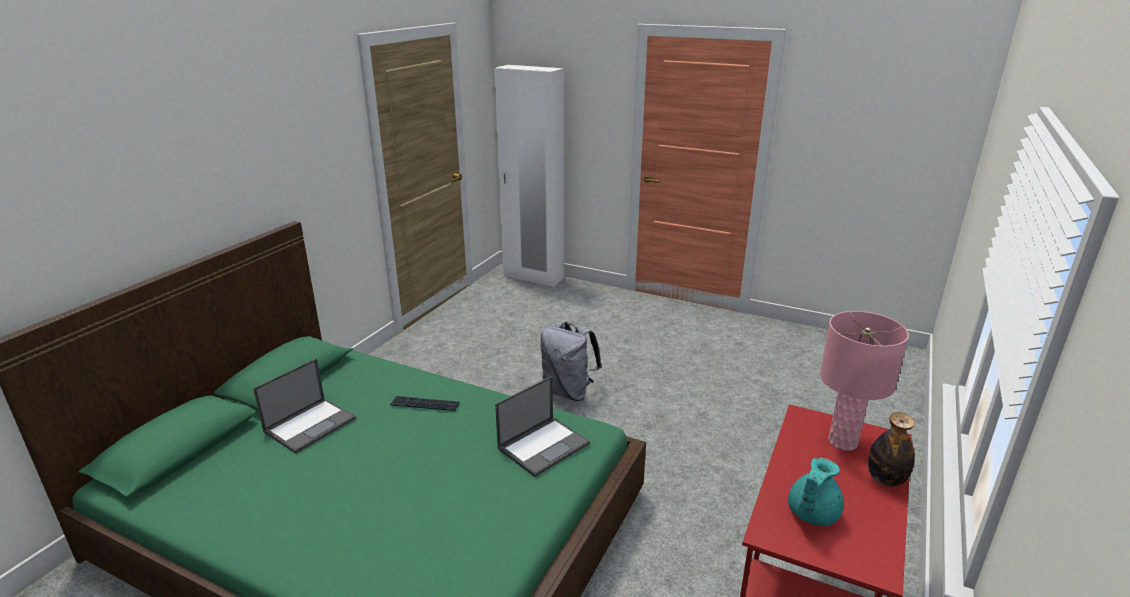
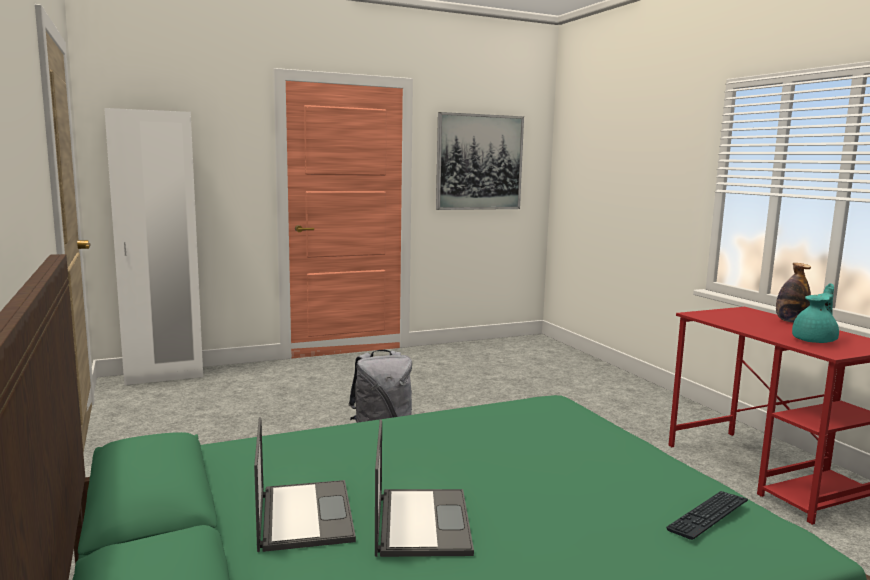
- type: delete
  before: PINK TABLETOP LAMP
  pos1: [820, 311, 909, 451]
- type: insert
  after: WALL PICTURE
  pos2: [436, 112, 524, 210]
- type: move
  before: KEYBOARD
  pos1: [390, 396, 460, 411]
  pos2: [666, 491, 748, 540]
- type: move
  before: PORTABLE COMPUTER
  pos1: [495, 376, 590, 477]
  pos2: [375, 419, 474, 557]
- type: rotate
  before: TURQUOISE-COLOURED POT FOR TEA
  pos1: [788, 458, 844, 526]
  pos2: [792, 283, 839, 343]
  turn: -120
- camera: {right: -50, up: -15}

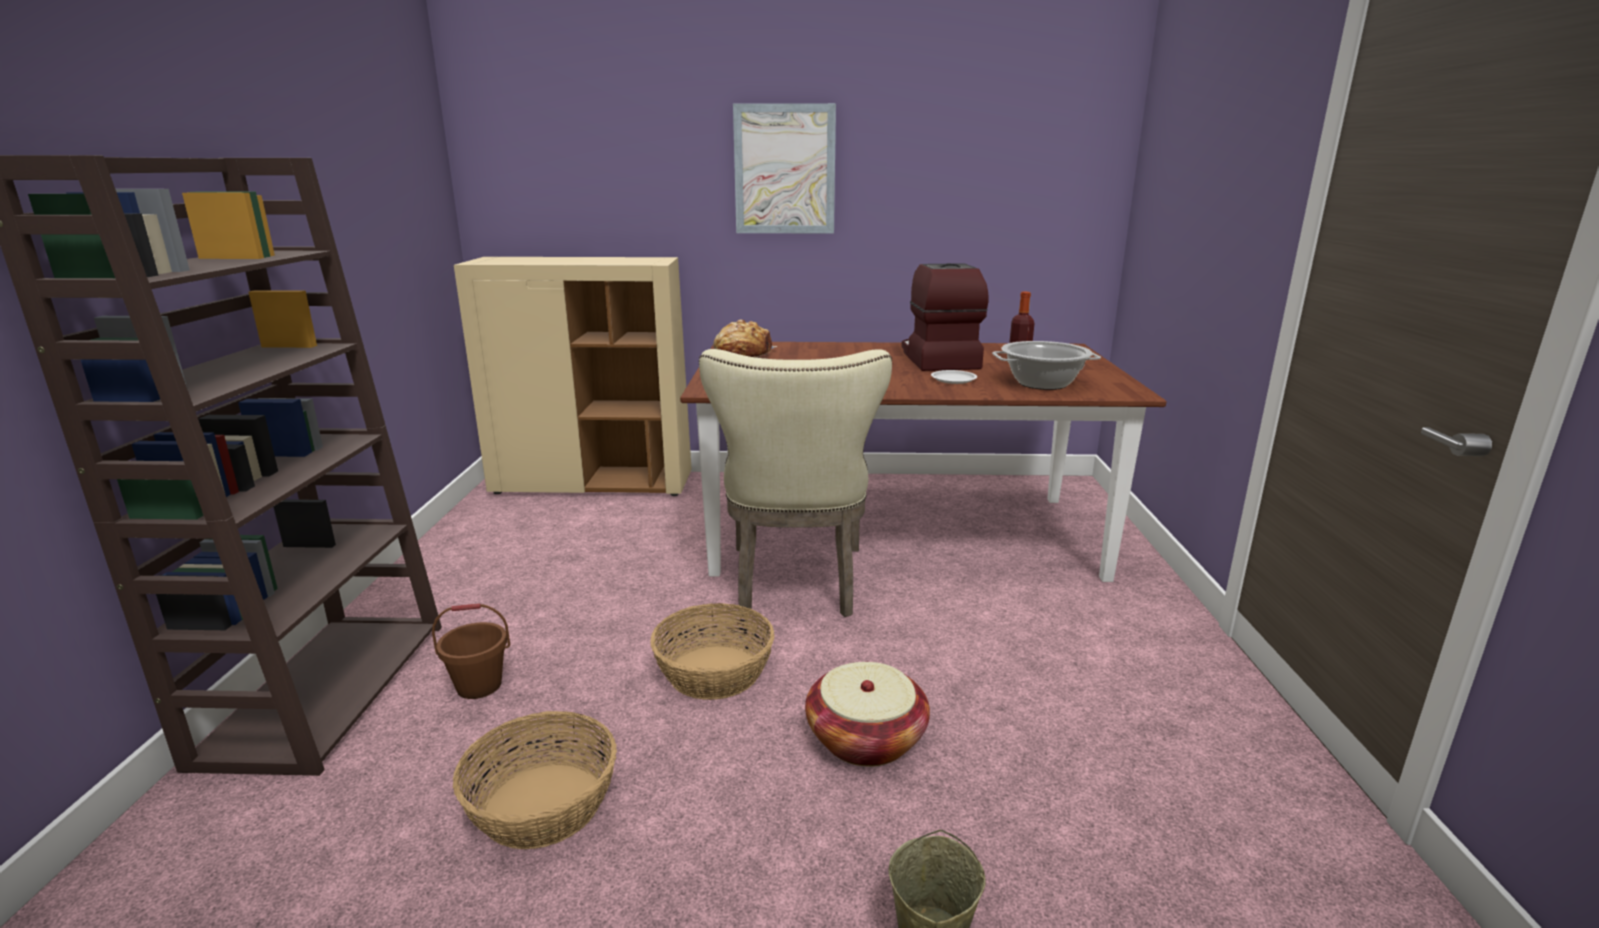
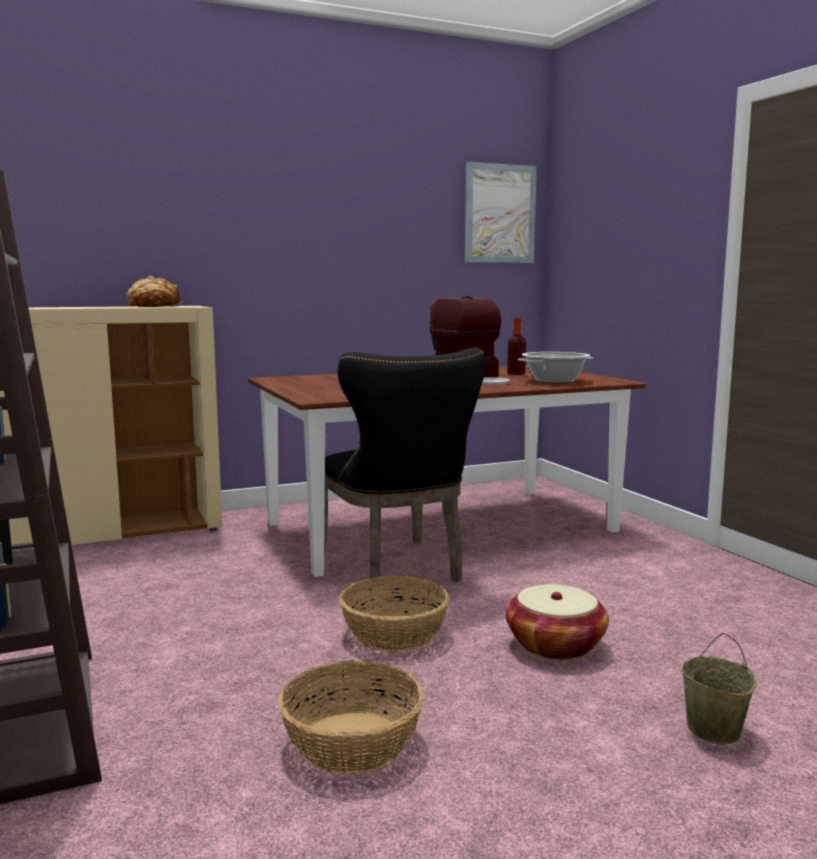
- type: delete
  before: BROWN-COLOURED PAIL
  pos1: [432, 603, 510, 699]
- type: move
  before: BREAD
  pos1: [713, 320, 777, 358]
  pos2: [126, 276, 181, 307]
- type: move
  before: WALL PICTURE
  pos1: [733, 103, 836, 233]
  pos2: [465, 162, 537, 263]
- type: recolor
  before: BEIGE UPRIGHT CHAIR
  after: BLACKISH UPRIGHT CHAIR
  pos1: [699, 349, 892, 617]
  pos2: [324, 348, 486, 595]
- camera: {right: -25, up: -10}

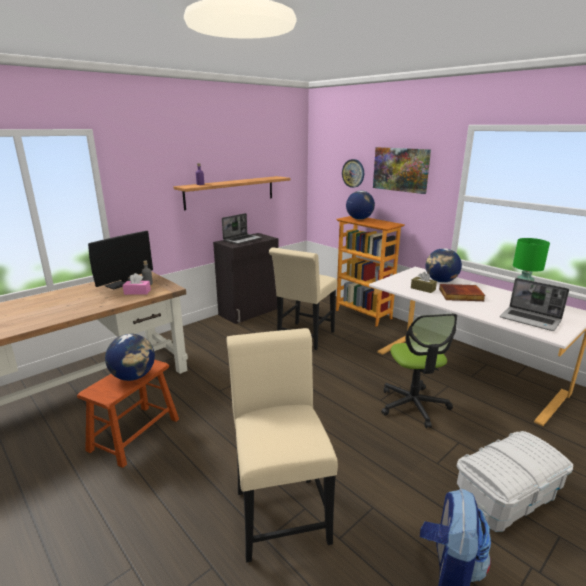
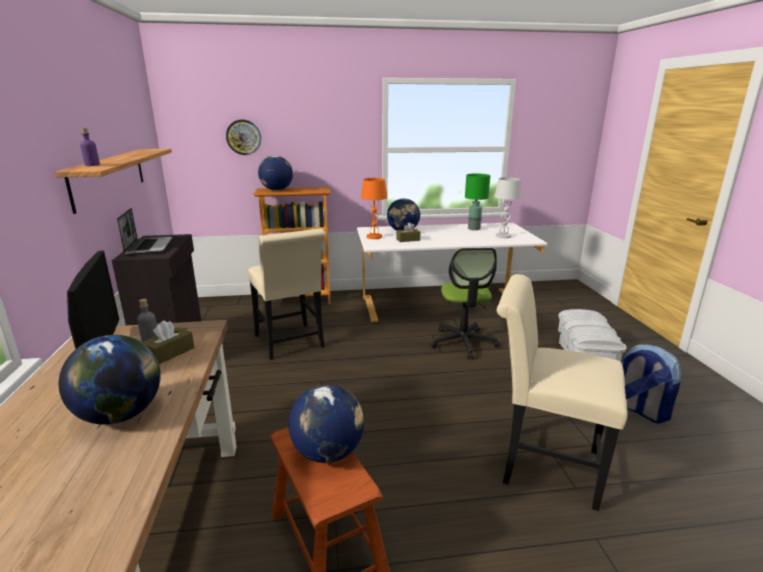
- type: delete
  before: WALL PICTURE
  pos1: [373, 147, 431, 194]
- type: delete
  before: BOUND BOOK
  pos1: [439, 284, 486, 301]
- type: insert
  after: WORLD GLOBE
  pos2: [59, 335, 161, 425]
- type: insert
  after: ORANGEY TABLETOP LAMP
  pos2: [361, 178, 387, 239]
- type: replace
  before: PORTABLE COMPUTER
  after: WHITISH TABLETOP LAMP
  pos1: [500, 278, 569, 331]
  pos2: [494, 177, 521, 238]
- type: recolor
  before: PINK TISSUE HOLDER
  after: BROWN-COLOURED TISSUE HOLDER
  pos1: [123, 273, 151, 295]
  pos2: [143, 320, 194, 364]
- type: rotate
  before: DESK CHAIR
  pos1: [381, 314, 457, 428]
  pos2: [430, 248, 500, 359]
  turn: 60
- camera: {right: -55, up: 0}

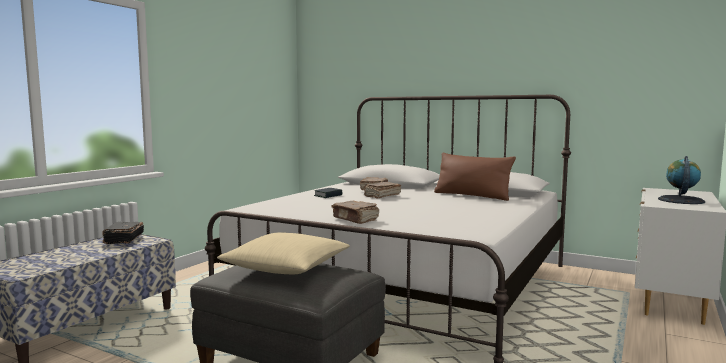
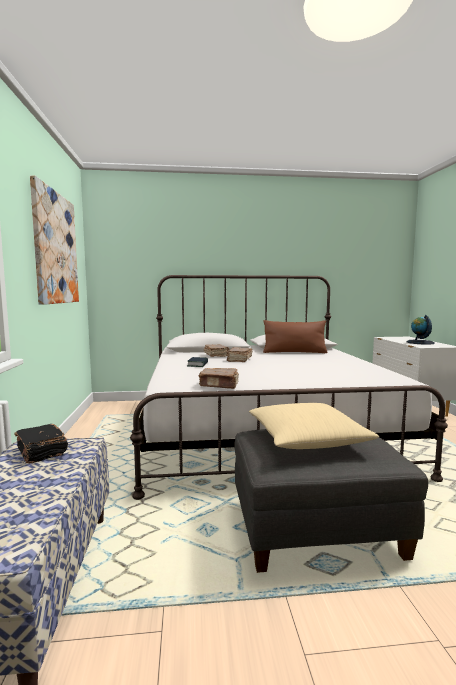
- type: insert
  after: WALL PICTURE
  pos2: [30, 175, 79, 305]
- type: move
  before: BROWN-COLOURED BOUND BOOK
  pos1: [332, 201, 379, 224]
  pos2: [198, 368, 239, 389]
- camera: {right: -35, up: 0}

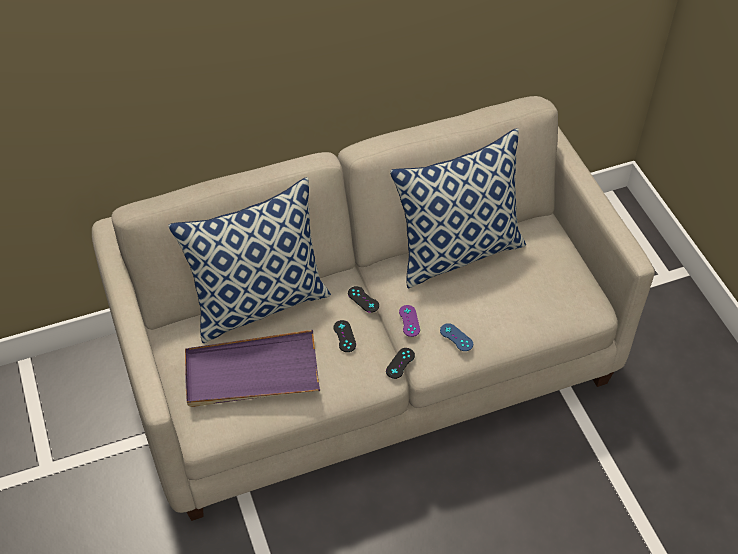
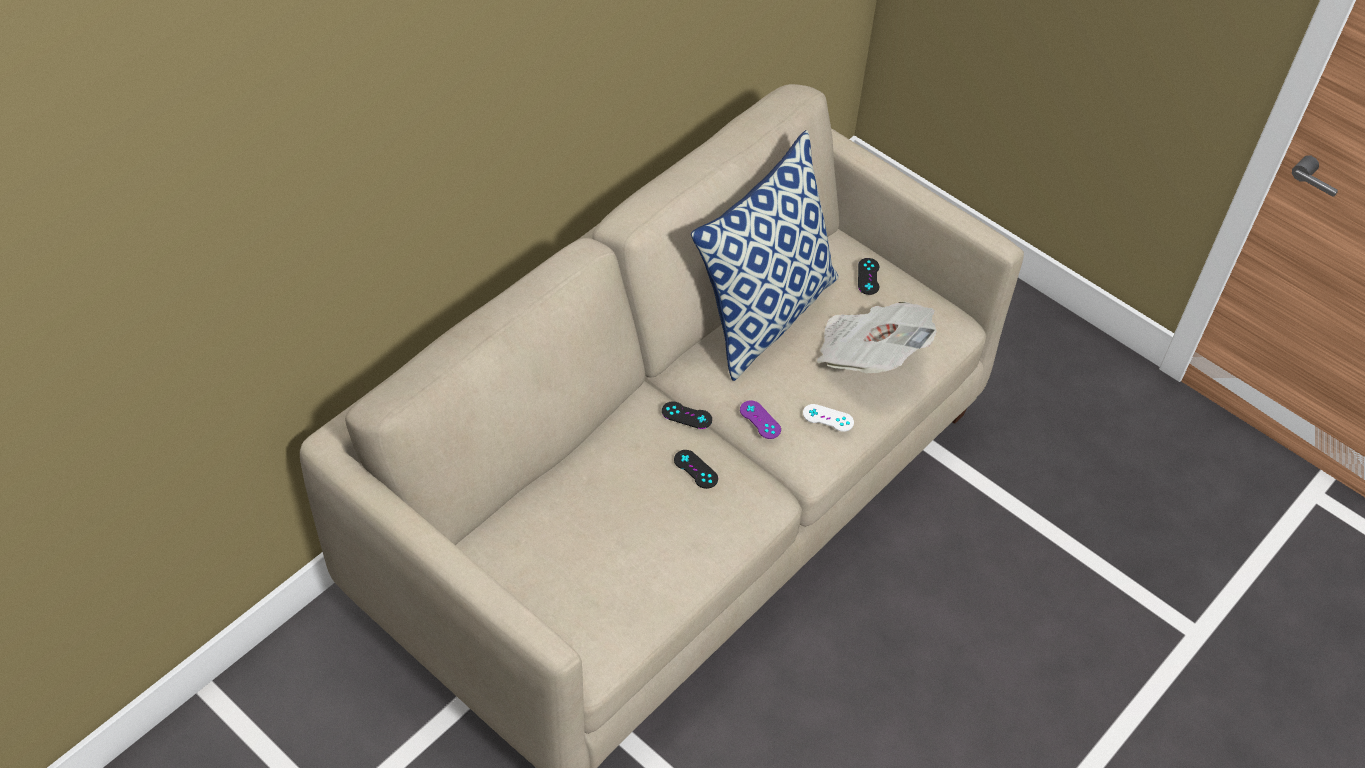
- type: delete
  before: CUSHION
  pos1: [168, 177, 331, 343]
- type: delete
  before: PURPLE-COLOURED CARRYING TRAY
  pos1: [185, 330, 320, 407]
- type: insert
  after: NEWSPAPER
  pos2: [817, 301, 937, 374]
- type: move
  before: BLACKISH JOYPAD
  pos1: [386, 348, 415, 379]
  pos2: [858, 258, 879, 295]
- type: recolor
  before: BLUE JOYPAD
  after: WHITISH JOYPAD
  pos1: [440, 323, 473, 351]
  pos2: [803, 404, 854, 432]
- camera: {right: -30, up: 0}

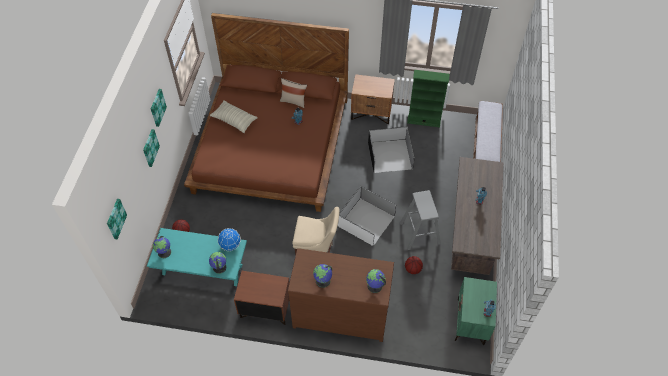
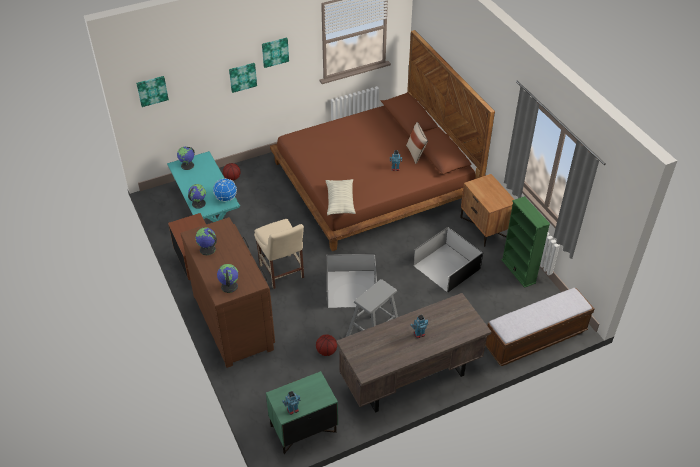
- type: move
  before: CUSHION
  pos1: [210, 100, 258, 133]
  pos2: [326, 179, 356, 215]
- camera: {right: 55, up: -10}

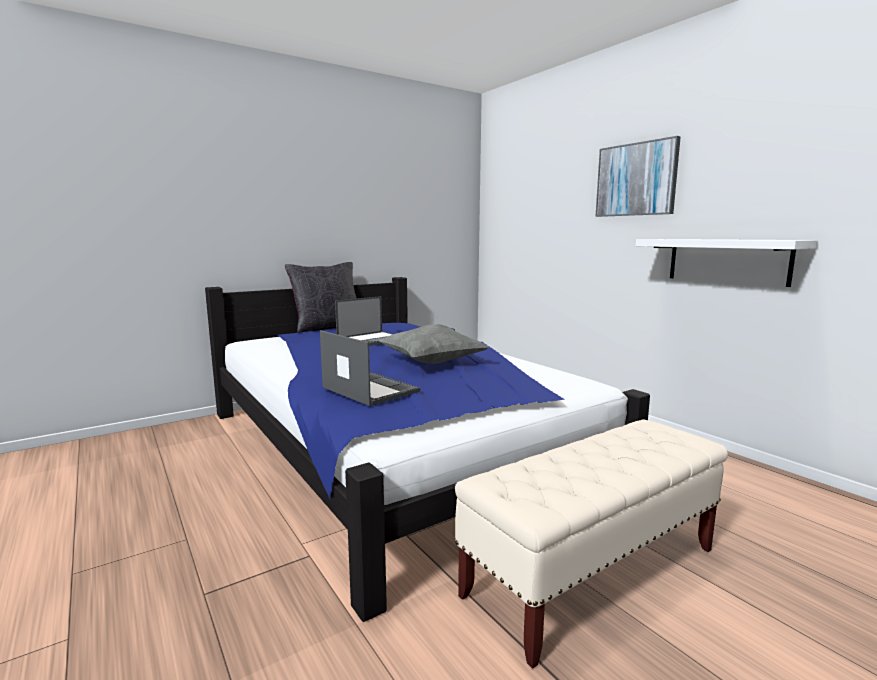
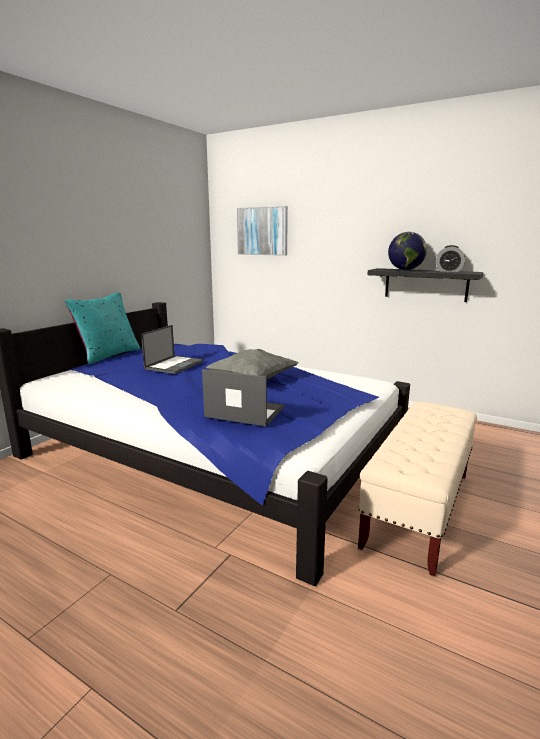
- type: insert
  after: WORLD GLOBE
  pos2: [388, 232, 427, 270]
- type: insert
  after: TABLE CLOCK
  pos2: [436, 245, 465, 272]
- type: move
  before: WALL PICTURE
  pos1: [595, 136, 681, 217]
  pos2: [237, 206, 288, 256]
- type: recolor
  before: BLACKISH CUSHION
  after: TURQUOISE-COLOURED CUSHION
  pos1: [285, 262, 357, 332]
  pos2: [65, 292, 140, 365]
- type: recolor
  before: WHITISH WALL SHELF
  after: BLACKISH WALL SHELF
  pos1: [636, 239, 818, 287]
  pos2: [367, 268, 483, 302]
- camera: {right: -25, up: 5}

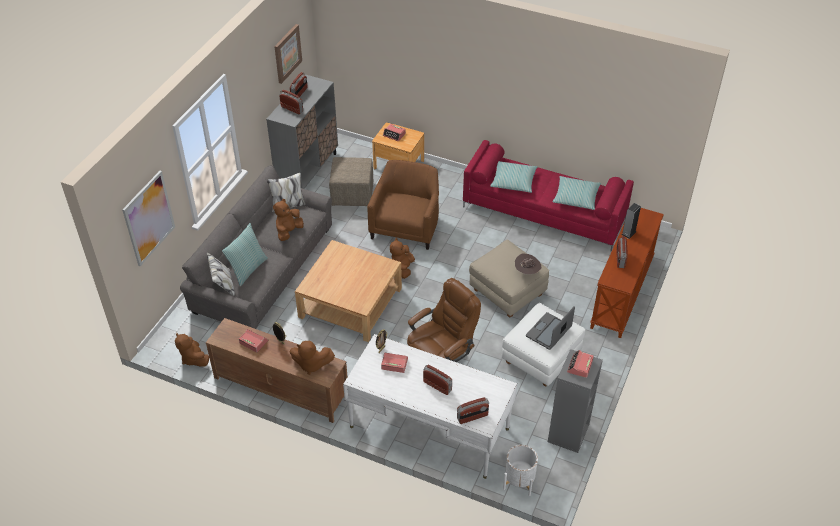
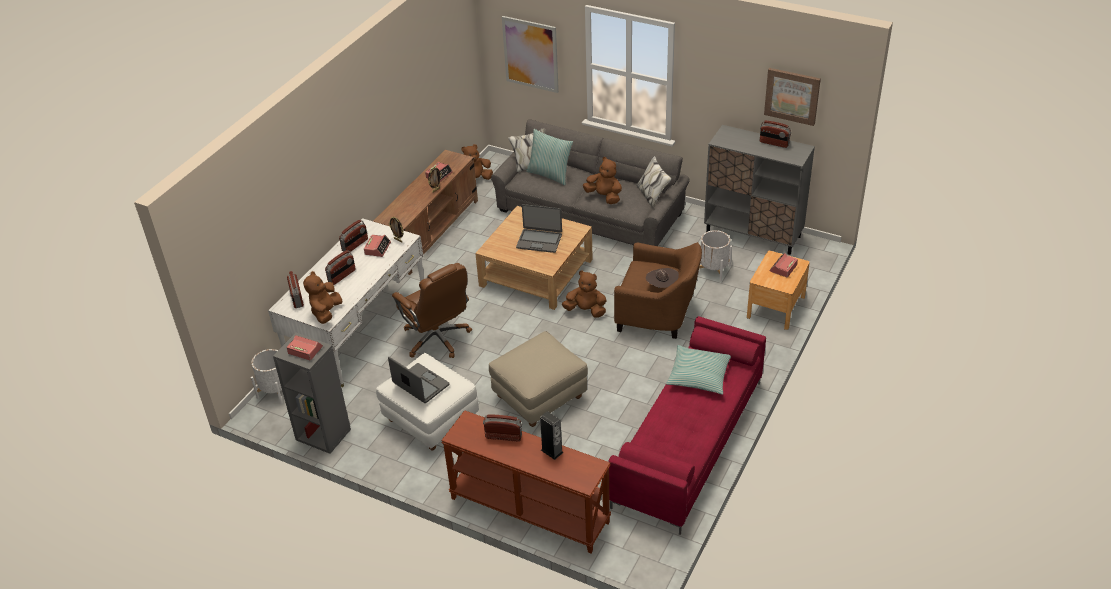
- type: delete
  before: CUSHION
  pos1: [552, 176, 601, 210]
- type: insert
  after: PORTABLE COMPUTER
  pos2: [516, 204, 562, 253]
- type: move
  before: RADIO RECEIVER
  pos1: [280, 90, 303, 114]
  pos2: [339, 220, 368, 253]
- type: move
  before: BROWN-COLOURED SOFT TOY
  pos1: [290, 341, 335, 375]
  pos2: [303, 271, 342, 324]
- type: move
  before: BROWN-COLOURED CLOTHING HAT
  pos1: [515, 254, 541, 274]
  pos2: [646, 268, 679, 288]
- type: replace
  before: BEIGE FOOTREST
  after: WHITISH FLOWER POT
  pos1: [329, 157, 373, 206]
  pos2: [698, 230, 732, 281]
- camera: {right: 95, up: -5}

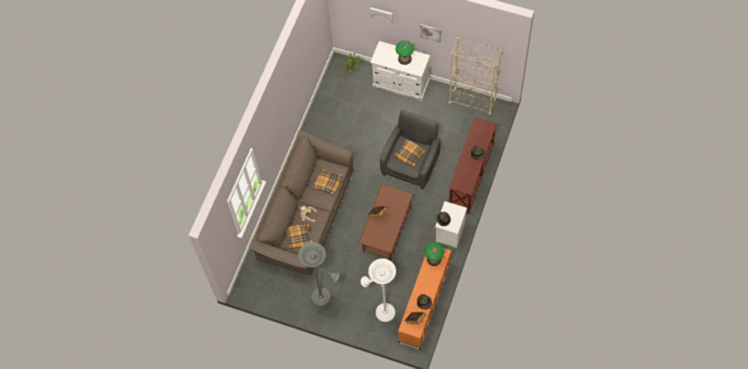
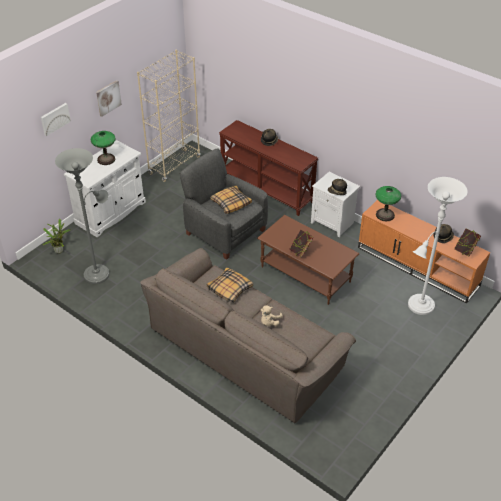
- type: delete
  before: CUSHION
  pos1: [287, 223, 313, 249]
- type: move
  before: GREY STANDARD LAMP
  pos1: [298, 242, 339, 306]
  pos2: [55, 148, 110, 284]
- camera: {right: -75, up: -20}

